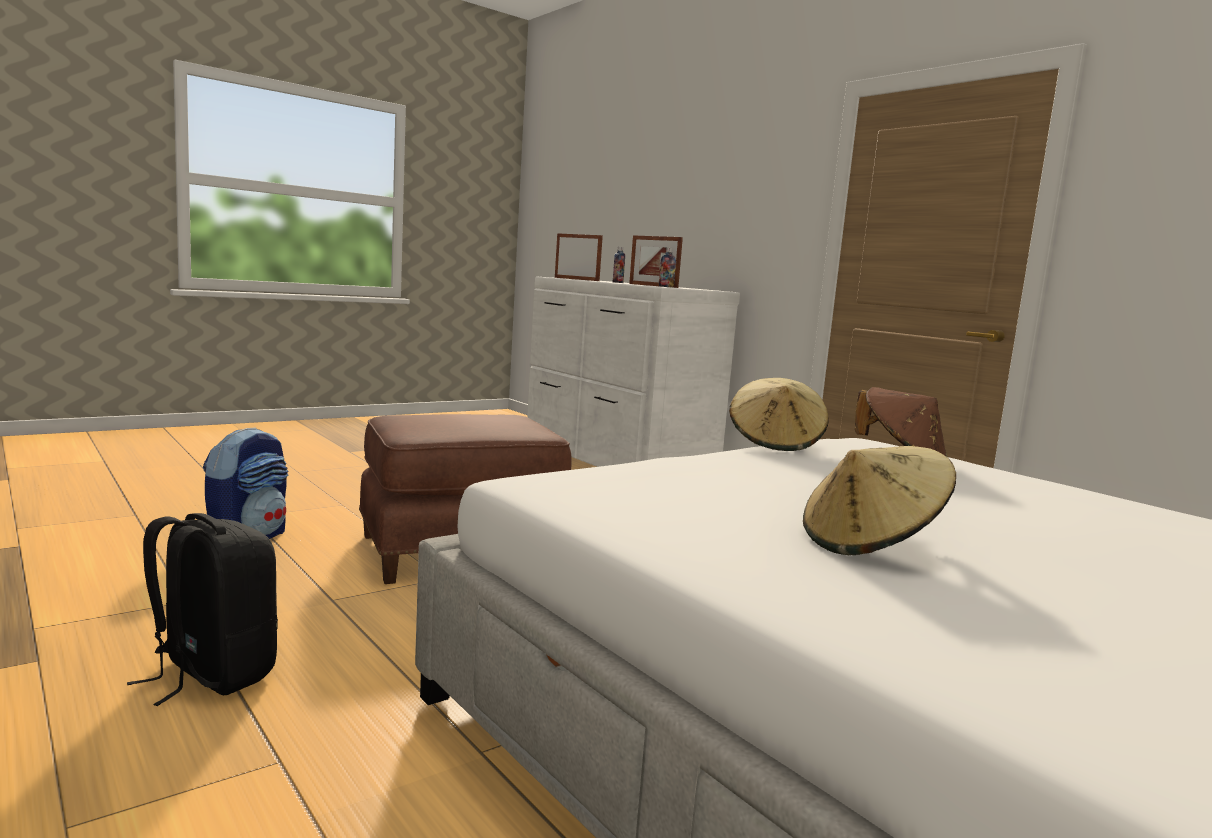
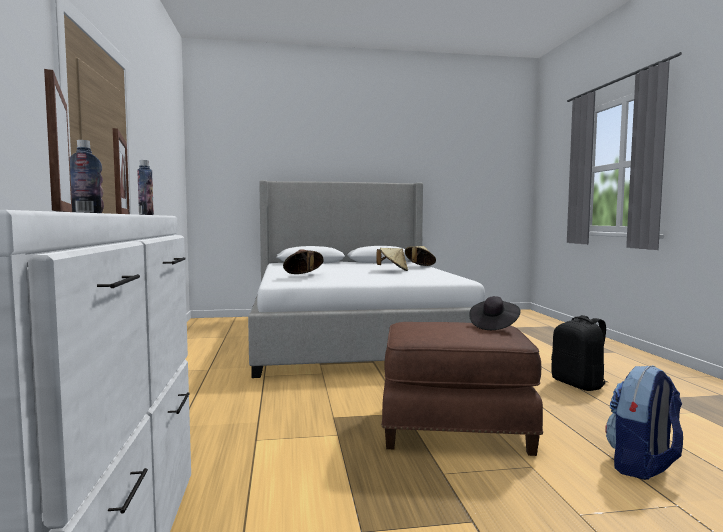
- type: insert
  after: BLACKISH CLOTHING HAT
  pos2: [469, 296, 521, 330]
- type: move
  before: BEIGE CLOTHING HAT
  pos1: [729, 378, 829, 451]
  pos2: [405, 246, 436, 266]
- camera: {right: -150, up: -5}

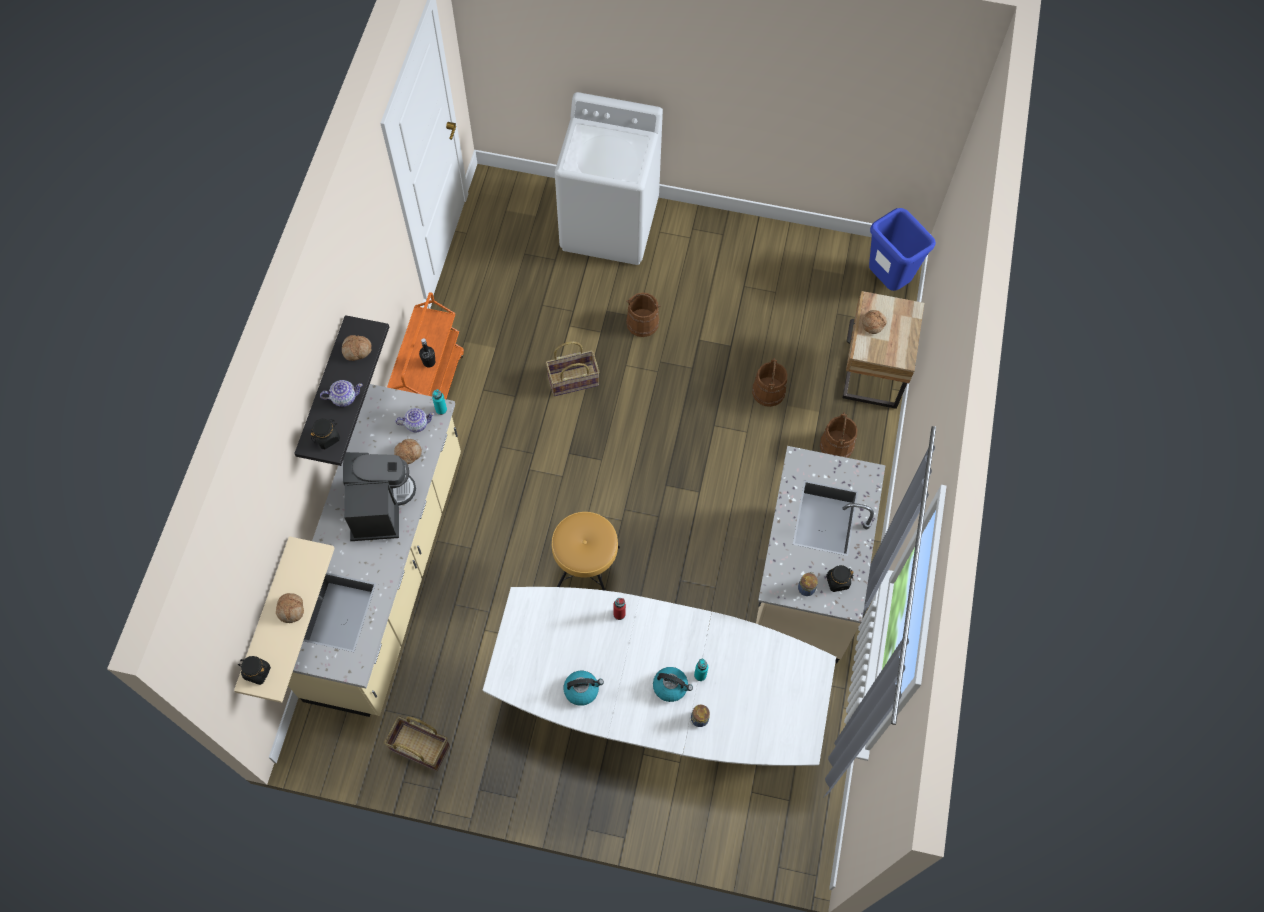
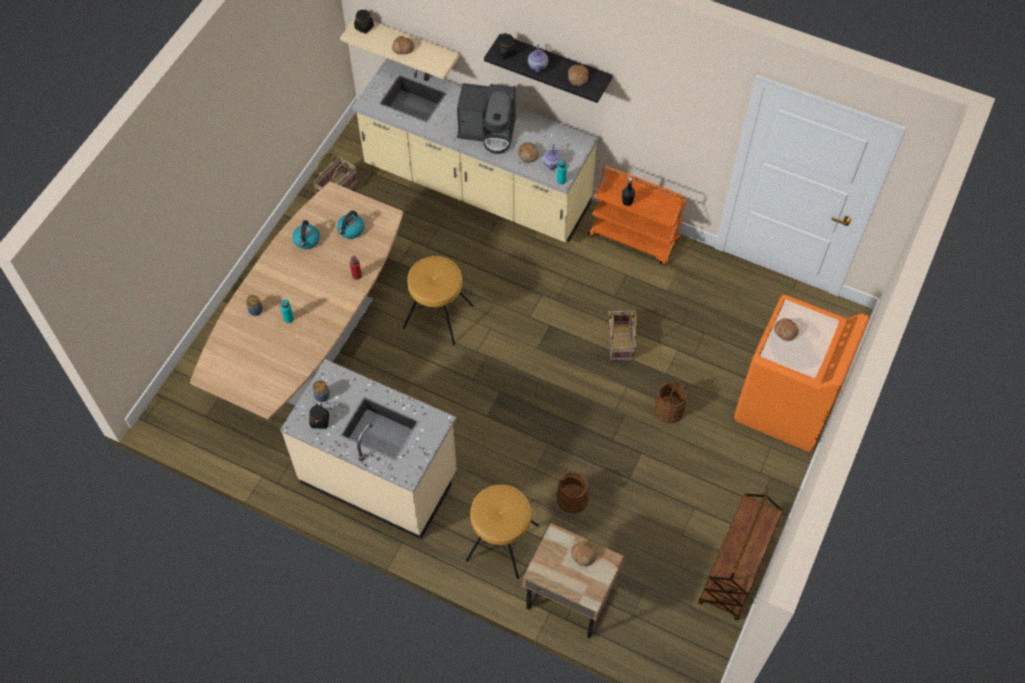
- type: delete
  before: BLUE WASTE BIN
  pos1: [869, 208, 936, 291]
- type: insert
  after: BROWN-COLOURED CART
  pos2: [698, 489, 783, 621]
- type: insert
  after: BREAD
  pos2: [774, 318, 799, 341]
- type: move
  before: TEA KETTLE
  pos1: [653, 667, 693, 702]
  pos2: [337, 210, 364, 239]
- type: replace
  before: BROWN-COLOURED PAIL
  after: BROWN-COLOURED SITTING STOOL
  pos1: [820, 412, 858, 458]
  pos2: [466, 485, 539, 579]
- type: recolor
  before: WHITISH DINING TABLE
  after: BROWN-COLOURED DINING TABLE
  pos1: [483, 587, 836, 766]
  pos2: [190, 182, 404, 420]
- type: recolor
  before: WHITISH WASHING MACHINE
  after: ORANGEY WASHING MACHINE
  pos1: [555, 92, 663, 265]
  pos2: [734, 295, 869, 452]
- camera: {right: 105, up: -5}

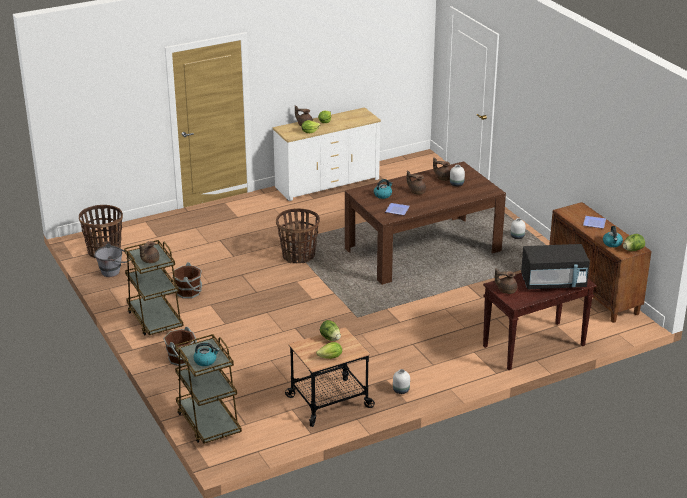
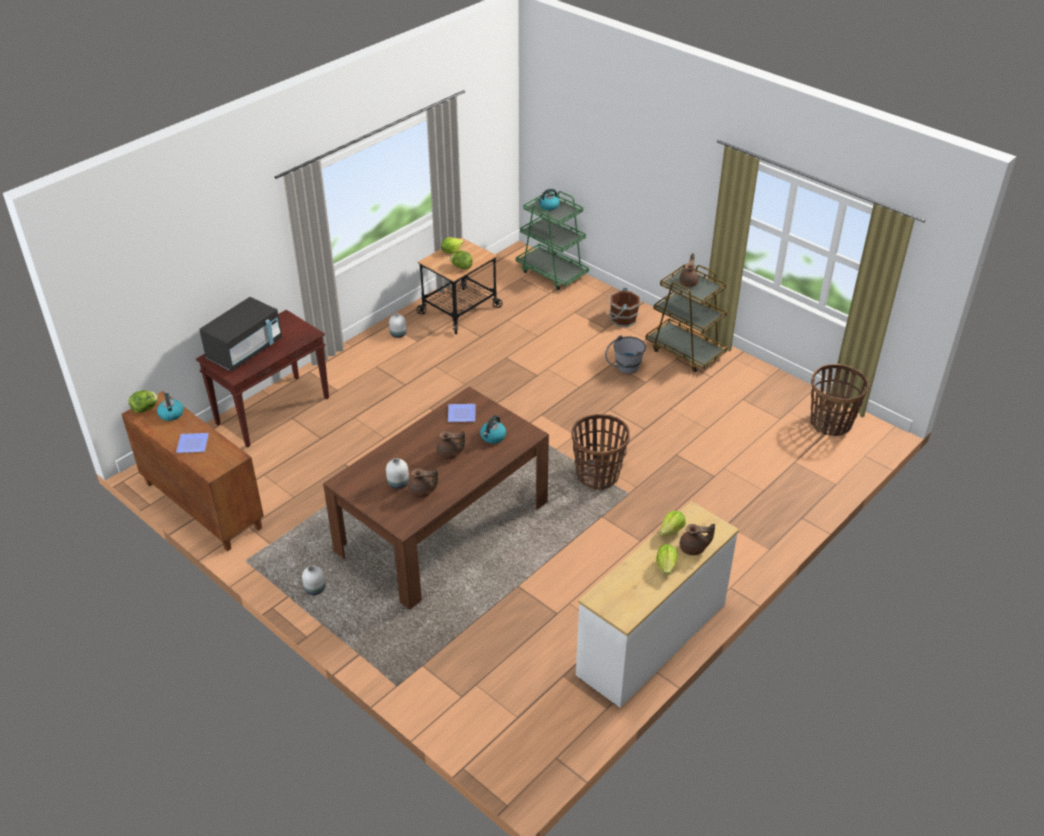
- type: delete
  before: BROWN-COLOURED PAIL
  pos1: [174, 262, 202, 298]
- type: delete
  before: BROWN-COLOURED POT FOR TEA
  pos1: [495, 268, 517, 294]
- type: move
  before: GREY PAIL
  pos1: [94, 243, 130, 277]
  pos2: [605, 335, 646, 374]
- type: recolor
  before: BROWN-COLOURED CART
  after: GREEN CART
  pos1: [175, 334, 242, 444]
  pos2: [516, 191, 589, 290]
- type: rotate
  before: BLACKISH MICROWAVE OVEN
  pos1: [521, 244, 590, 289]
  pos2: [199, 297, 282, 371]
  turn: 150
- camera: {right: 160, up: 10}

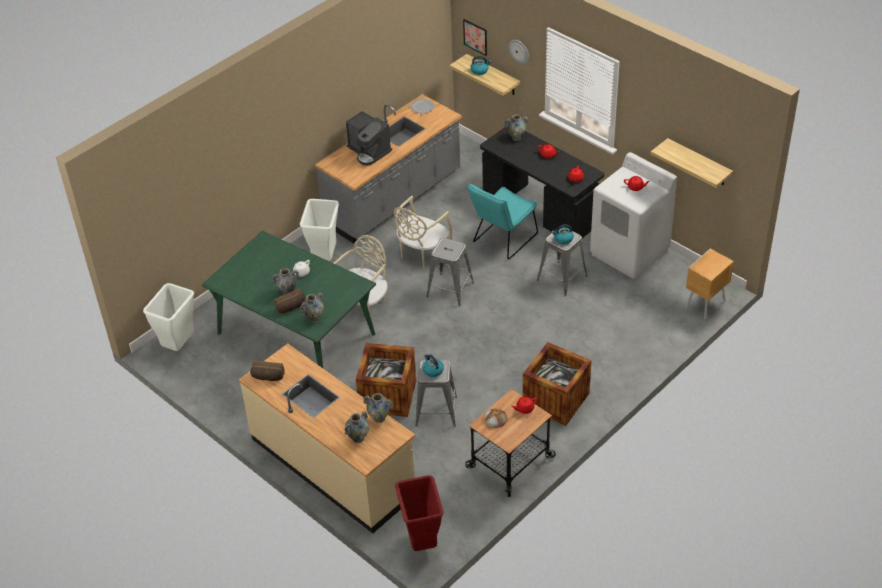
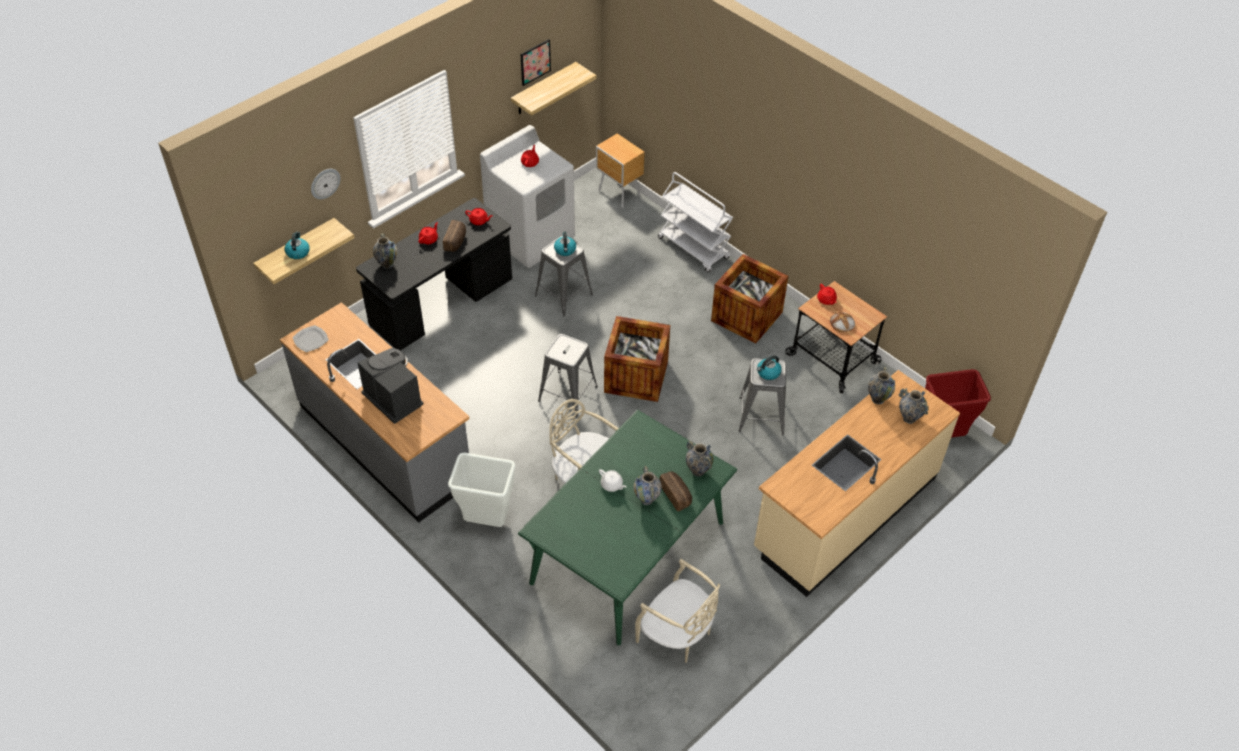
- type: delete
  before: WHITISH WASTE BIN
  pos1: [143, 283, 194, 351]
- type: delete
  before: TURQUOISE-COLOURED UPRIGHT CHAIR
  pos1: [468, 183, 538, 260]
- type: insert
  after: WHITISH CART
  pos2: [658, 172, 733, 272]
- type: move
  before: BREAD
  pos1: [250, 361, 285, 381]
  pos2: [443, 220, 466, 252]
- type: move
  before: PACKING CRATE
  pos1: [356, 343, 416, 417]
  pos2: [604, 316, 670, 402]
- type: move
  before: BEIGE UPRIGHT CHAIR
  pos1: [394, 195, 452, 268]
  pos2: [635, 559, 720, 663]
- type: move
  before: WALL PICTURE
  pos1: [463, 19, 487, 56]
  pos2: [521, 39, 551, 86]
- type: rotate
  before: COFFEE MACHINE
  pos1: [346, 111, 392, 166]
  pos2: [357, 348, 424, 424]
  turn: -90
- camera: {right: -90, up: 5}

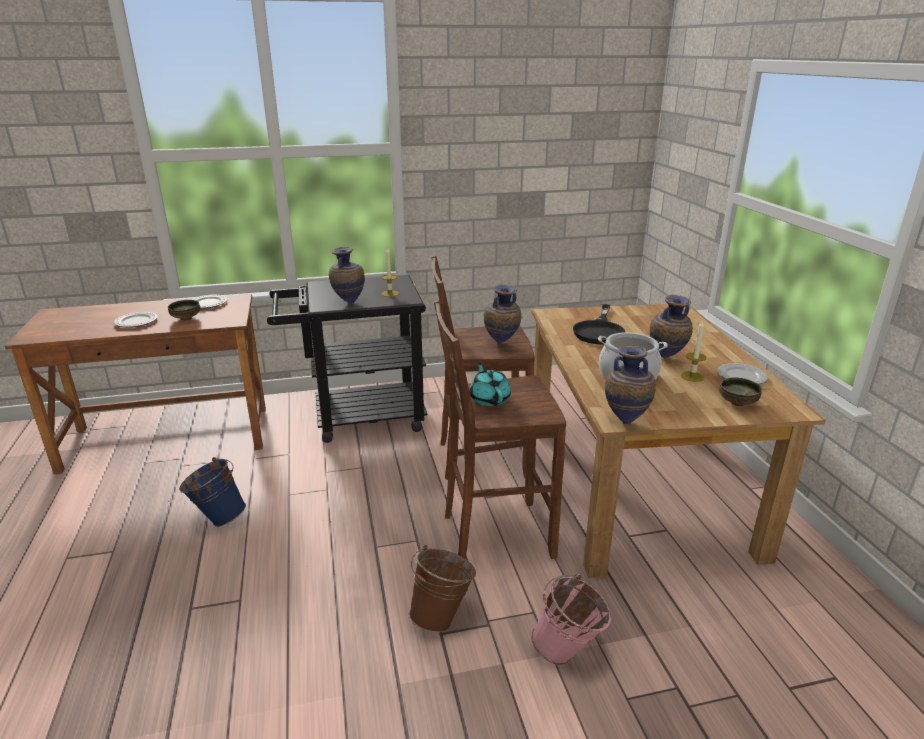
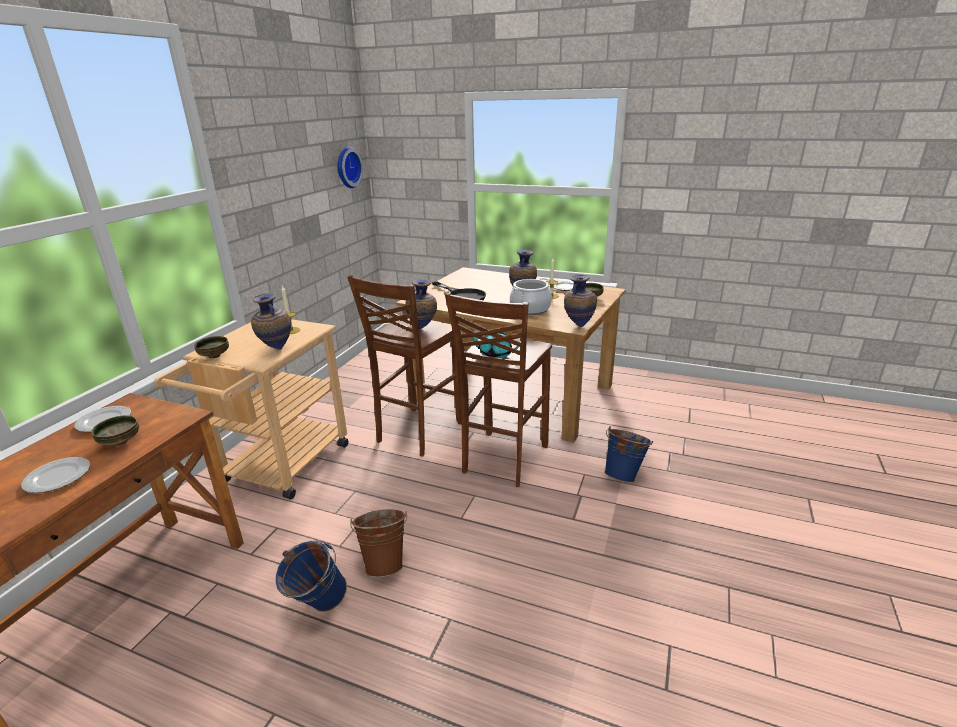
- type: insert
  after: DEEP DISH
  pos2: [194, 336, 229, 358]
- type: insert
  after: WALL CLOCK
  pos2: [338, 147, 363, 188]
- type: move
  before: BROWN-COLOURED PAIL
  pos1: [409, 545, 476, 632]
  pos2: [350, 509, 407, 577]
- type: recolor
  before: BLACKISH CART
  after: BEIGE CART
  pos1: [267, 275, 428, 443]
  pos2: [154, 319, 348, 500]
- type: recolor
  before: PINK PAIL
  after: BLUE PAIL
  pos1: [531, 574, 611, 665]
  pos2: [604, 426, 653, 483]
- camera: {right: -55, up: 0}

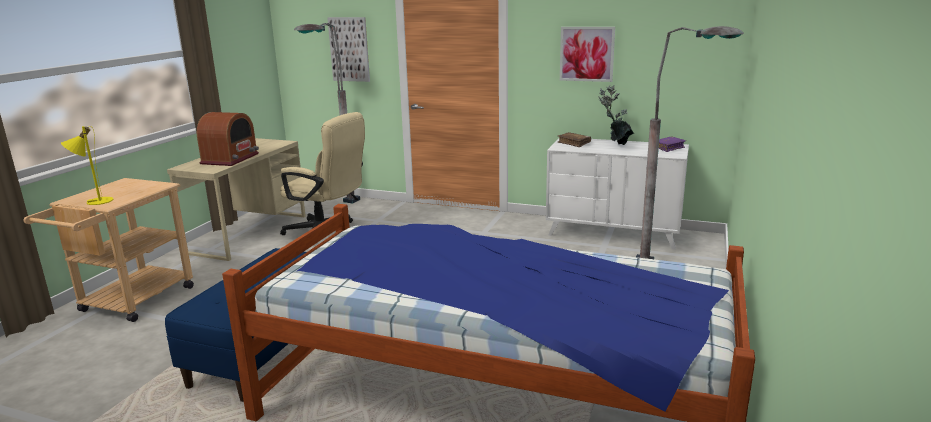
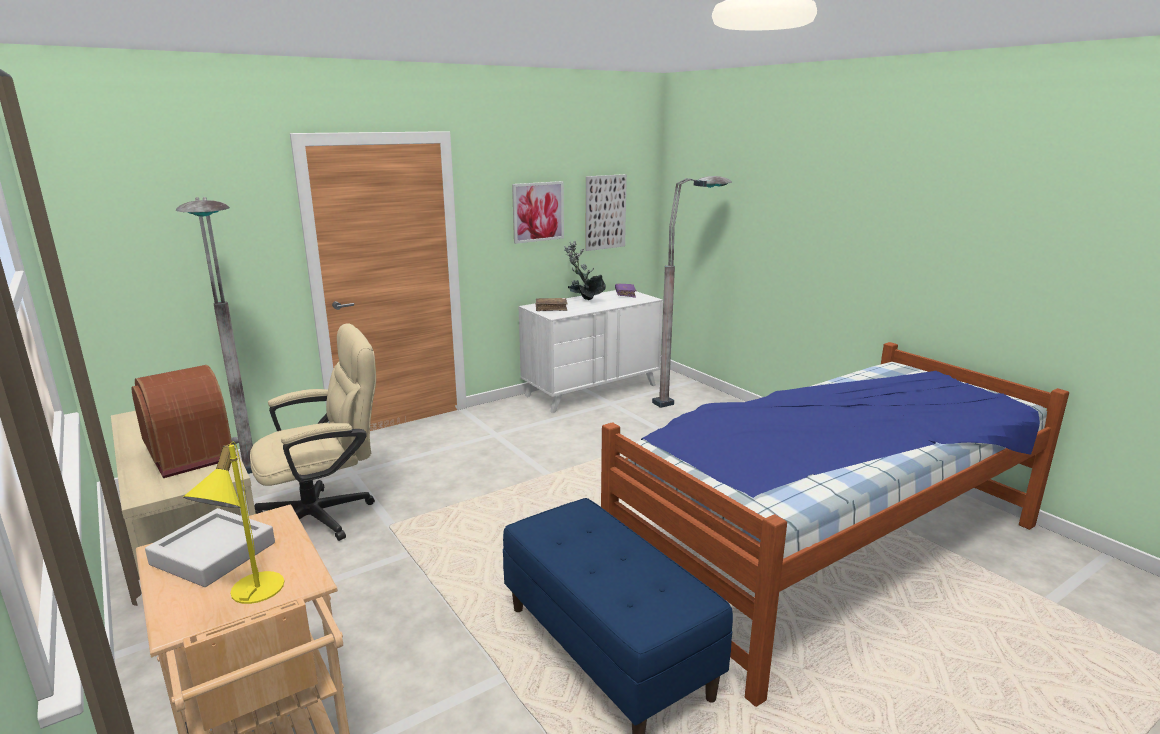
- type: insert
  after: GREY CARRYING TRAY
  pos2: [145, 508, 275, 587]
- type: move
  before: WALL PICTURE
  pos1: [327, 17, 370, 82]
  pos2: [586, 174, 627, 251]
- camera: {right: -55, up: 0}

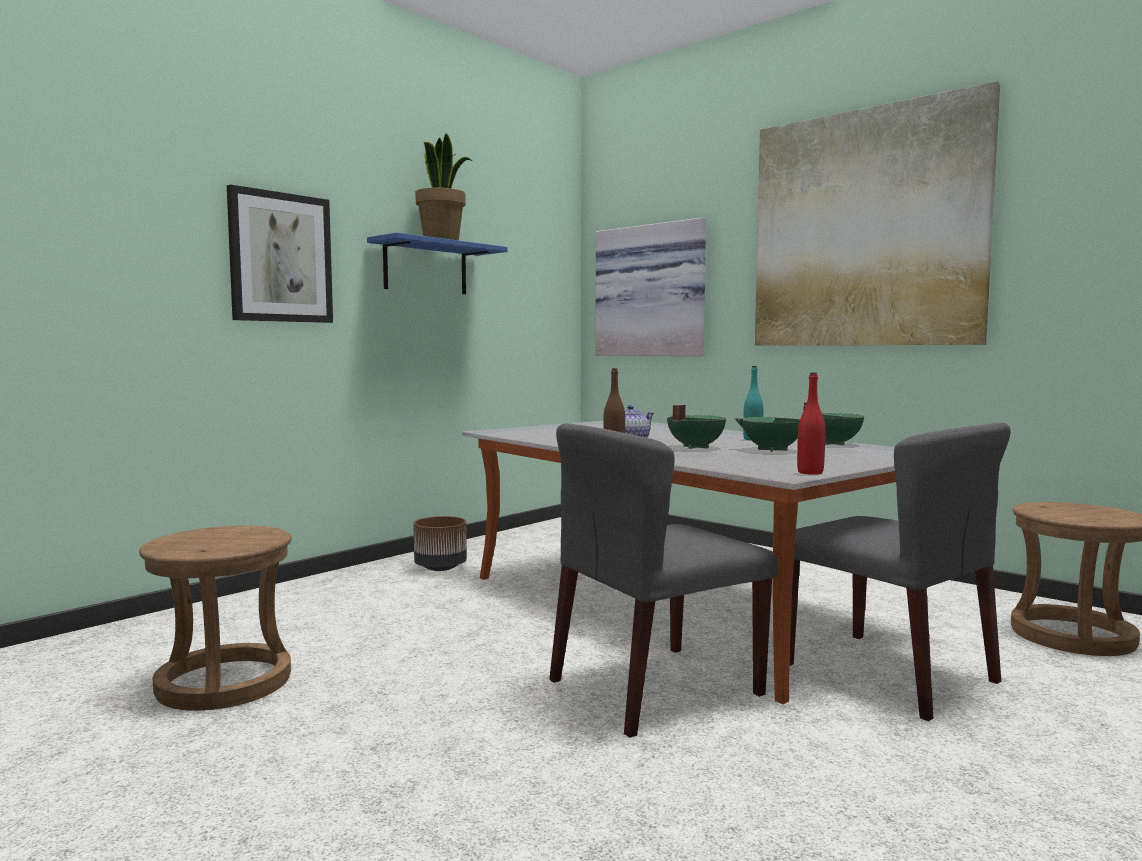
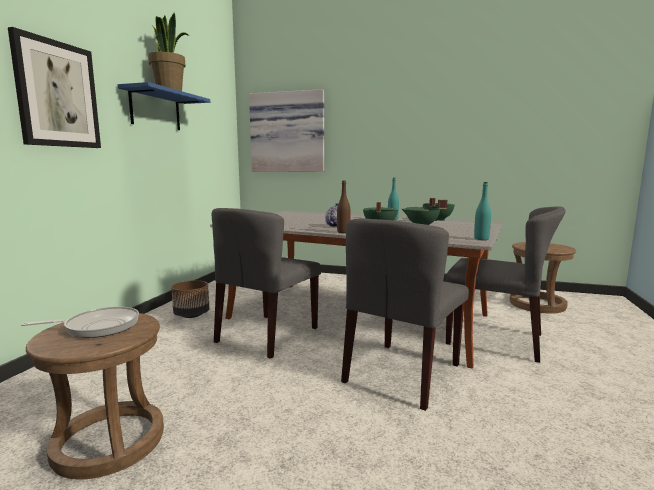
- type: delete
  before: WALL PICTURE
  pos1: [755, 81, 1000, 345]
- type: insert
  after: SKILLET
  pos2: [21, 307, 139, 338]
- type: insert
  after: GREY UPRIGHT CHAIR
  pos2: [212, 208, 321, 359]
- type: recolor
  before: RED BOTTLE
  after: TURQUOISE-COLOURED BOTTLE
  pos1: [797, 373, 826, 475]
  pos2: [474, 182, 491, 240]
- camera: {right: -25, up: 5}

